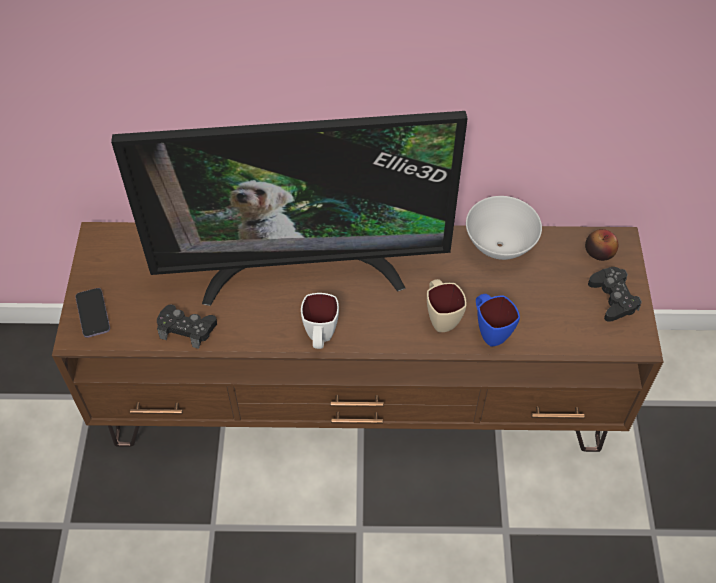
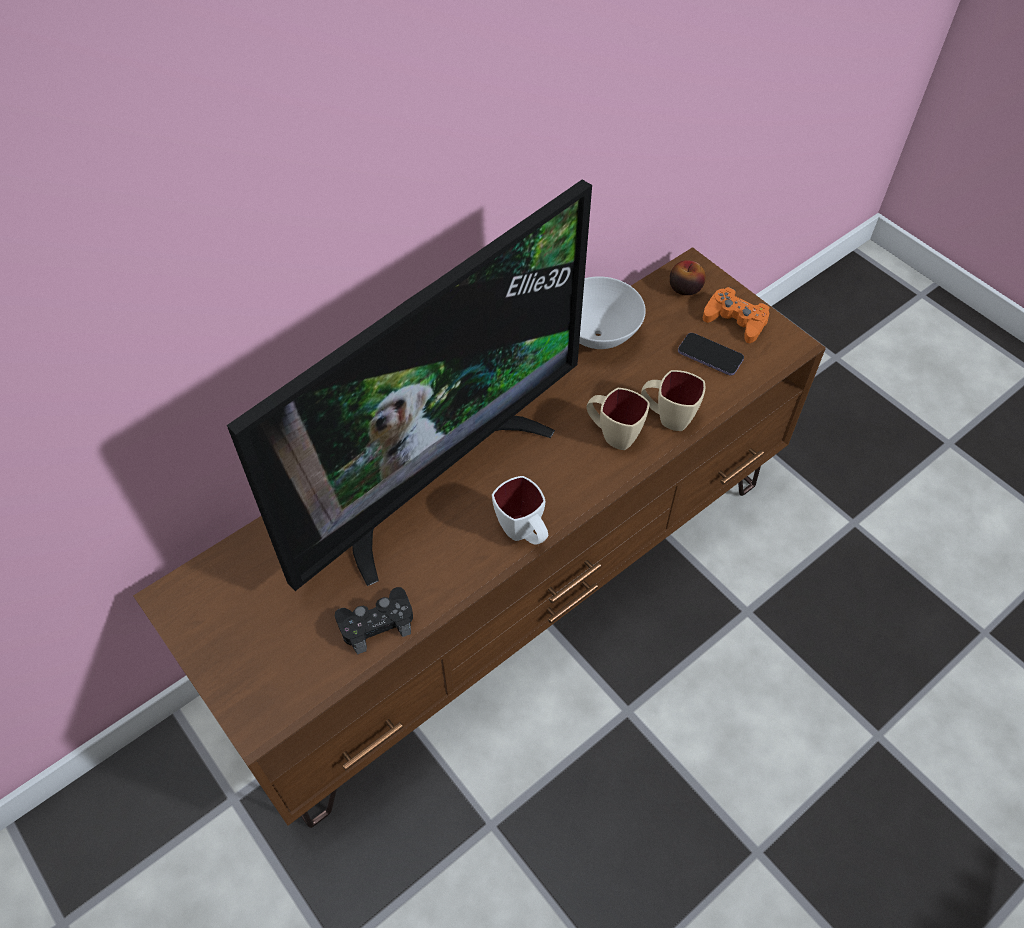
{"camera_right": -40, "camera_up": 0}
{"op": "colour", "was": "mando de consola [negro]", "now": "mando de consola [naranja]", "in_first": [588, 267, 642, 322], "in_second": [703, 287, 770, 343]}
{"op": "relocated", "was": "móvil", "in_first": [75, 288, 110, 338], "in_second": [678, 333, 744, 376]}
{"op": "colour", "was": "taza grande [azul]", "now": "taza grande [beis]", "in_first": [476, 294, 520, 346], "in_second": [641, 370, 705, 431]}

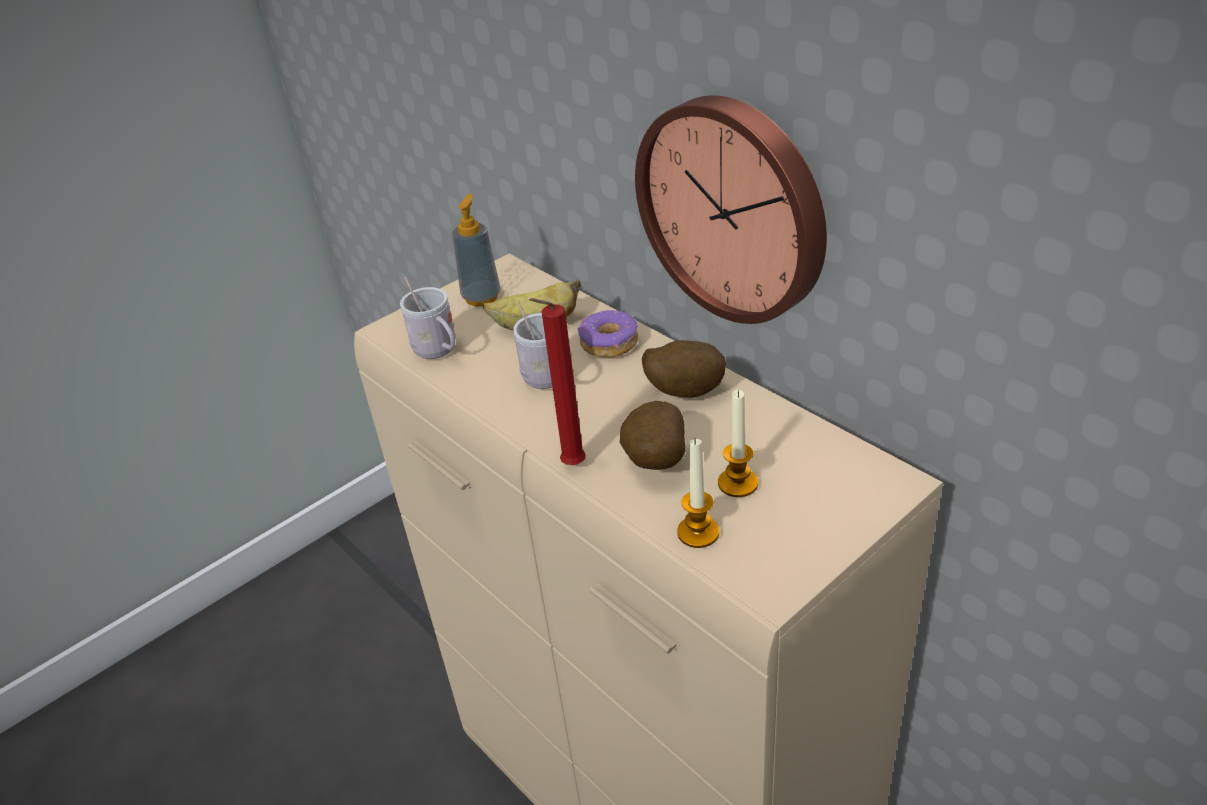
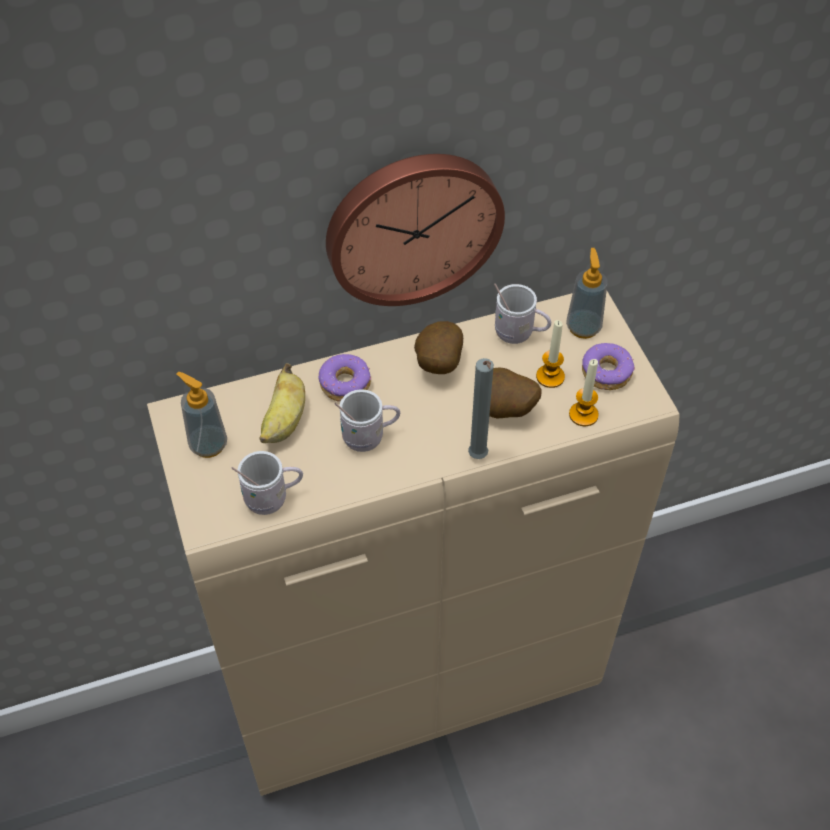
{"camera_right": -70, "camera_up": 15}
{"op": "colour", "was": "vela [rojo]", "now": "vela [gris]", "in_first": [529, 298, 586, 465], "in_second": [468, 358, 494, 459]}
{"op": "appeared", "now": "dispensador de jabón", "in_second": [566, 248, 608, 339]}
{"op": "appeared", "now": "taza grande [blanco]", "in_second": [494, 283, 551, 344]}
{"op": "appeared", "now": "rosquilla", "in_second": [582, 343, 635, 390]}

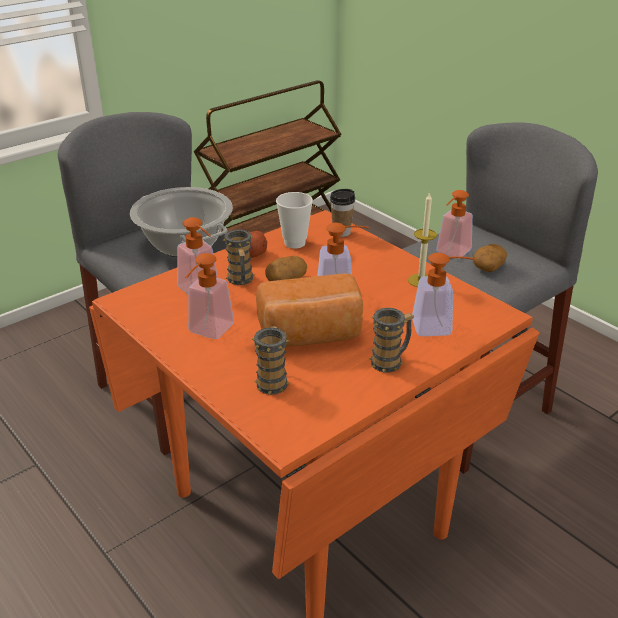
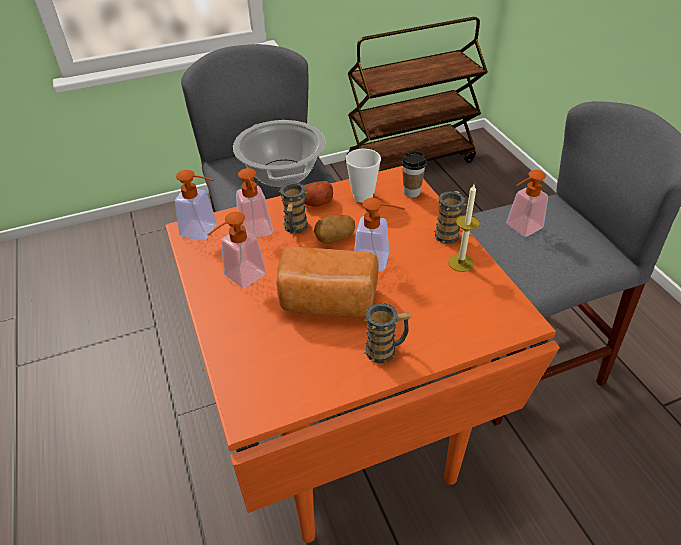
{"camera_right": 20, "camera_up": 10}
{"op": "missing", "was": "patata", "in_first": [473, 244, 507, 272]}
{"op": "relocated", "was": "dispensador de jabón", "in_first": [412, 253, 475, 336], "in_second": [175, 170, 217, 241]}
{"op": "relocated", "was": "taza grande", "in_first": [252, 326, 290, 395], "in_second": [434, 191, 466, 244]}

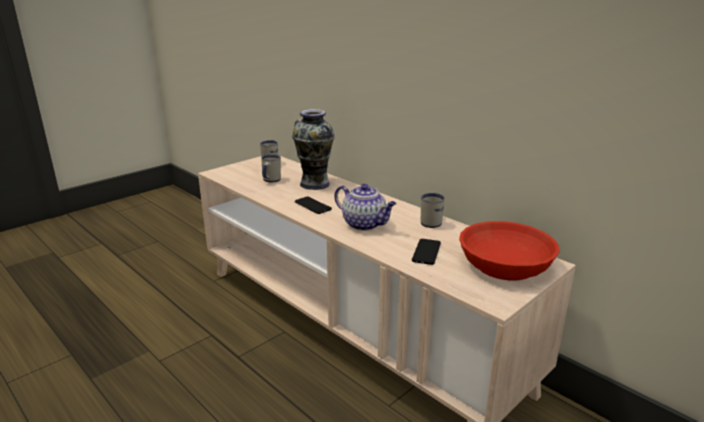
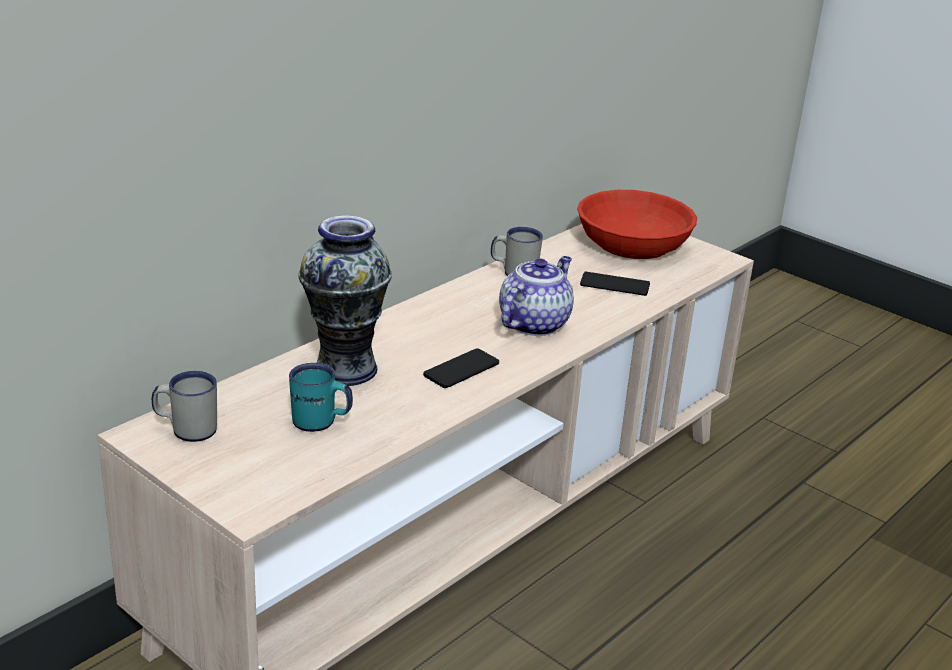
{"camera_right": -95, "camera_up": 5}
{"op": "colour", "was": "taza grande [blanco]", "now": "taza grande [turquesa]", "in_first": [261, 154, 281, 183], "in_second": [289, 363, 353, 432]}

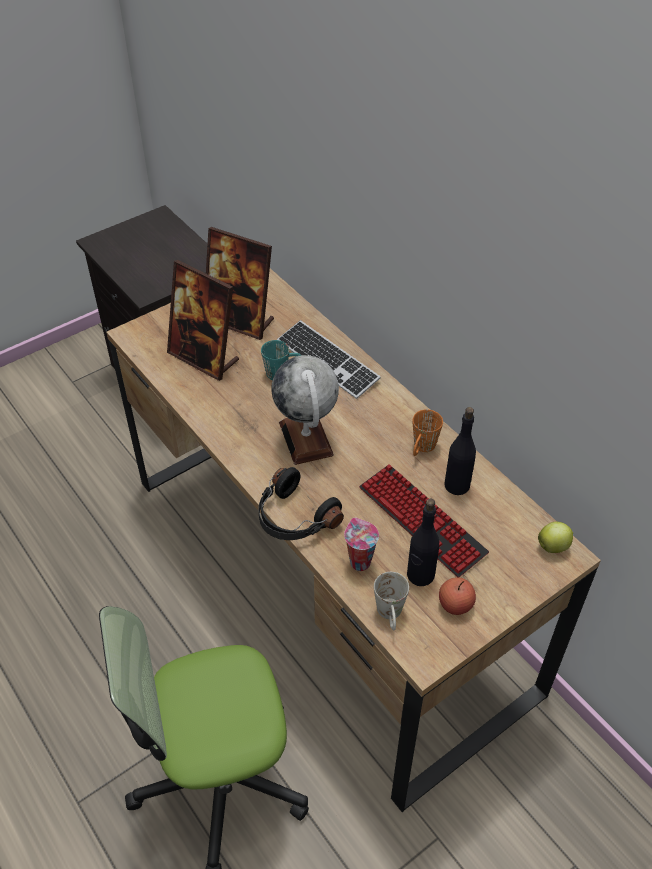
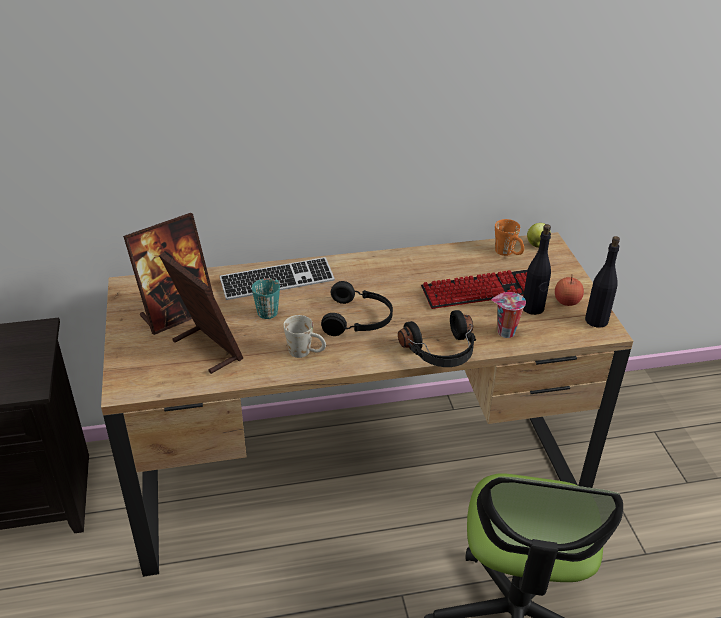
{"camera_right": -65, "camera_up": -10}
{"op": "spun", "was": "portarretratos", "in_first": [167, 260, 239, 381], "in_second": [159, 252, 243, 374], "clockwise": -105}
{"op": "exchanged", "was": "globo terráqueo", "now": "auriculares [negro]", "in_first": [271, 355, 339, 465], "in_second": [321, 281, 393, 336]}
{"op": "relocated", "was": "botella [negro]", "in_first": [444, 407, 476, 495], "in_second": [585, 236, 620, 328]}
{"op": "relocated", "was": "taza grande [naranja]", "in_first": [412, 409, 443, 456], "in_second": [495, 219, 524, 256]}
{"op": "relocated", "was": "taza grande [blanco]", "in_first": [374, 572, 409, 630], "in_second": [283, 315, 326, 358]}

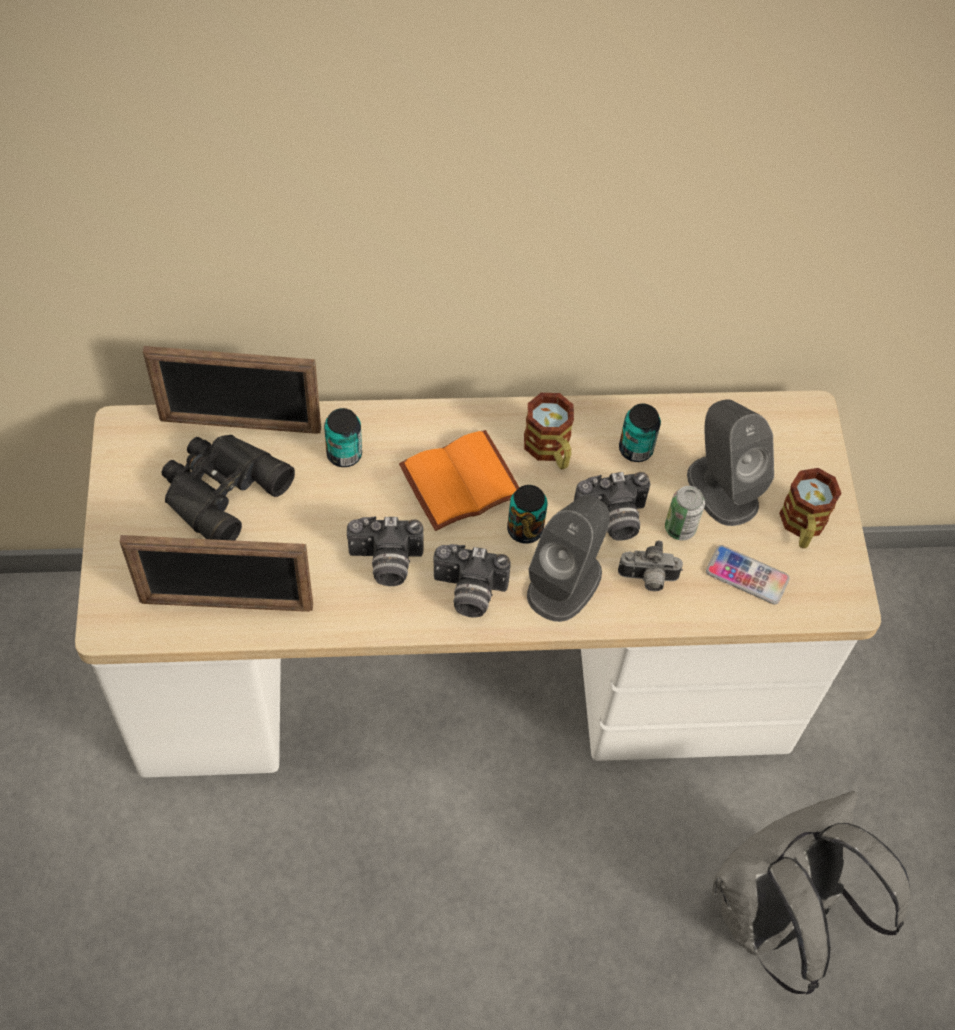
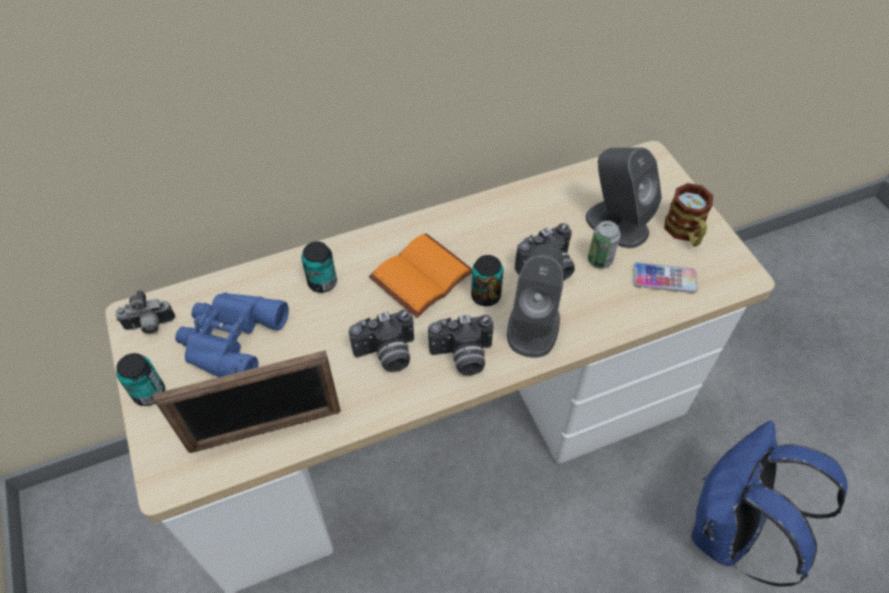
{"camera_right": -15, "camera_up": -5}
{"op": "missing", "was": "portarretratos", "in_first": [143, 346, 321, 434]}
{"op": "missing", "was": "taza grande", "in_first": [524, 393, 574, 469]}
{"op": "relocated", "was": "lata", "in_first": [619, 404, 661, 462], "in_second": [116, 353, 165, 406]}
{"op": "colour", "was": "prismáticos [negro]", "now": "prismáticos [azul]", "in_first": [162, 435, 295, 541], "in_second": [175, 292, 289, 377]}
{"op": "relocated", "was": "cámara", "in_first": [618, 541, 683, 591], "in_second": [115, 290, 175, 334]}
{"op": "colour", "was": "mochila [gris]", "now": "mochila [azul]", "in_first": [713, 791, 910, 995], "in_second": [691, 420, 847, 587]}

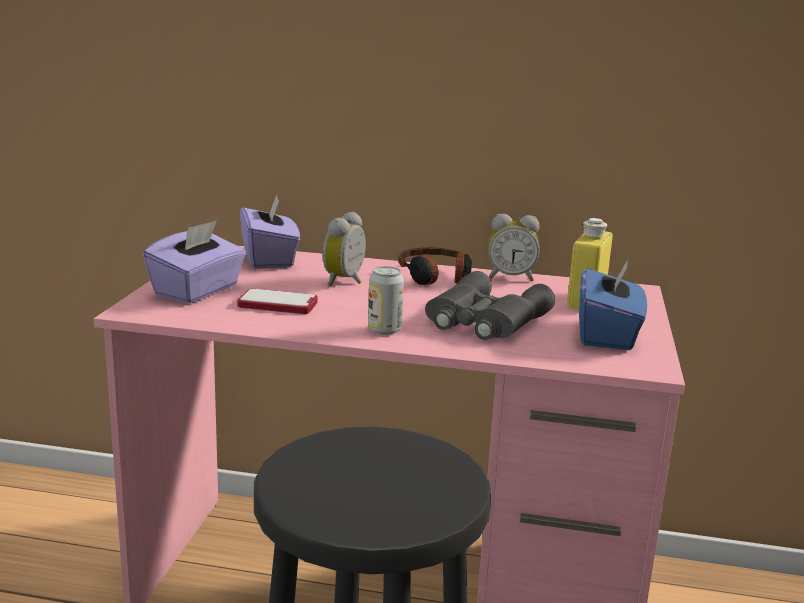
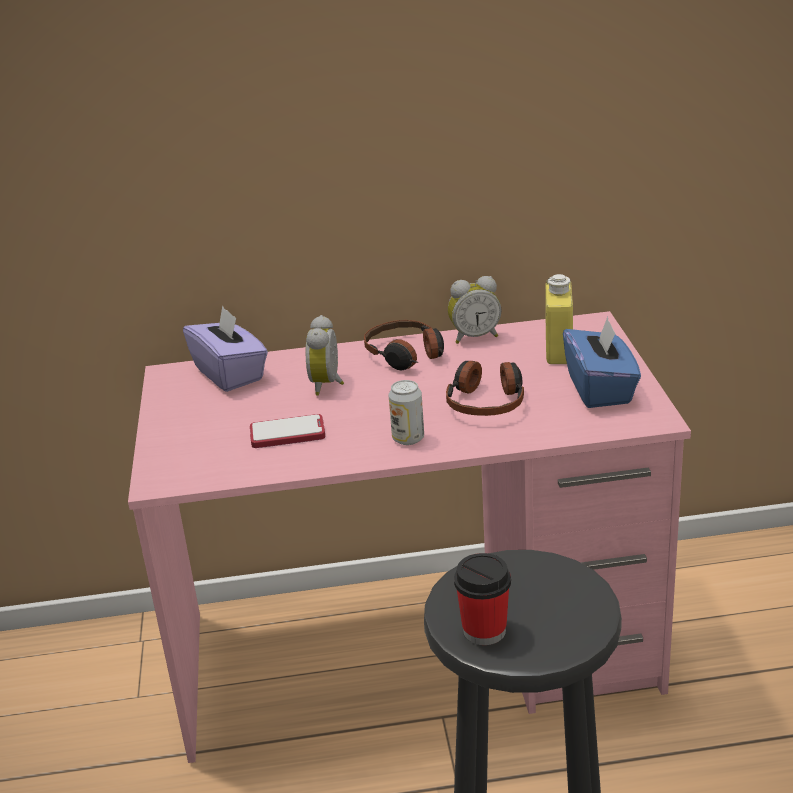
{"camera_right": -15, "camera_up": 10}
{"op": "missing", "was": "caja de pañuelos [morado]", "in_first": [143, 220, 246, 303]}
{"op": "exchanged", "was": "prismáticos [gris]", "now": "auriculares", "in_first": [425, 271, 555, 340], "in_second": [446, 361, 524, 416]}
{"op": "appeared", "now": "taza", "in_second": [454, 553, 511, 645]}

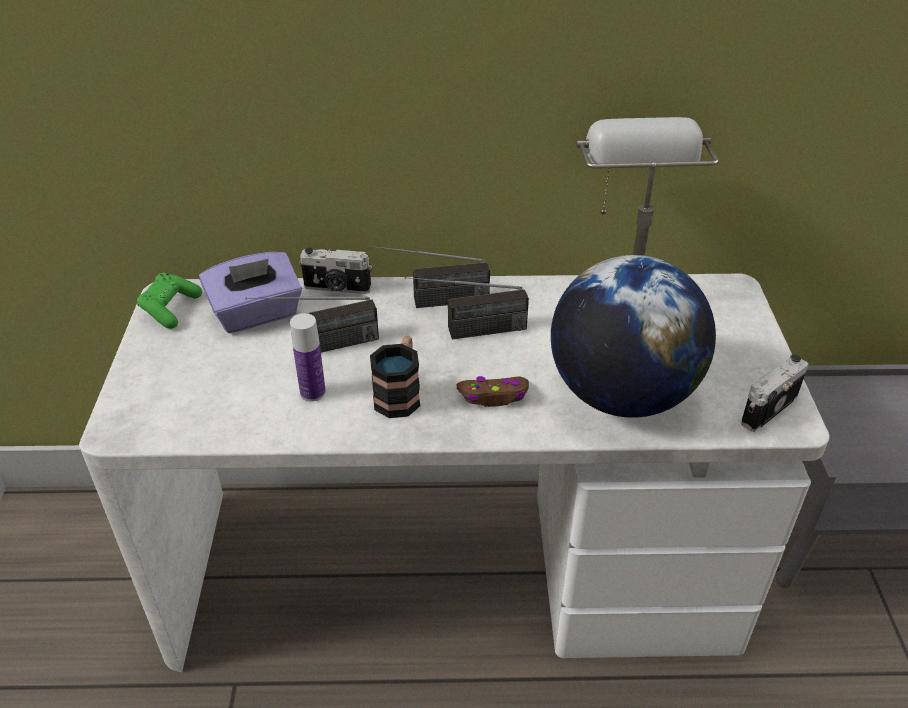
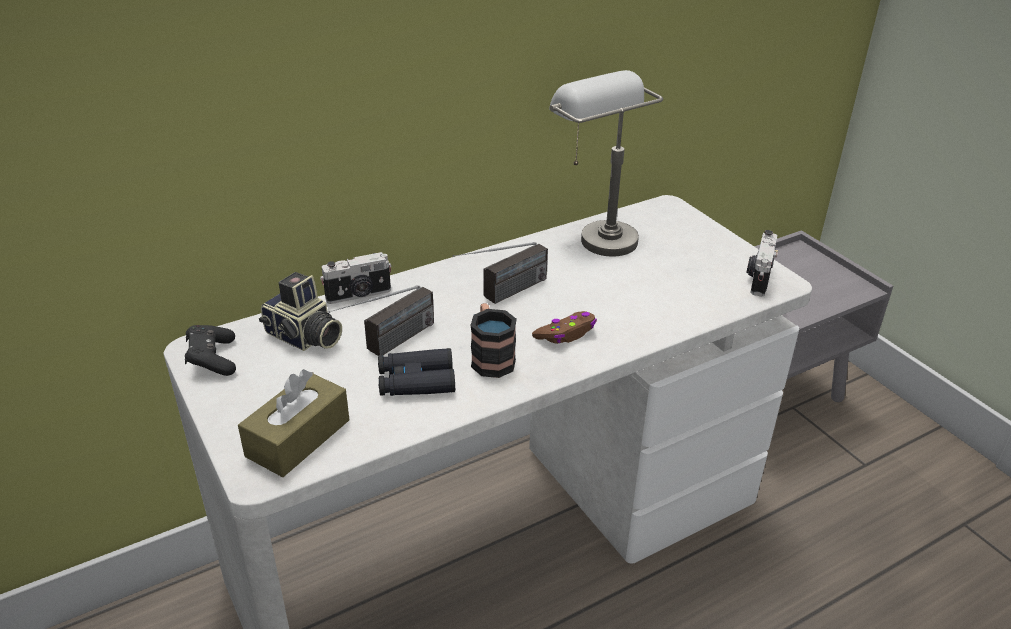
{"camera_right": -30, "camera_up": -5}
{"op": "missing", "was": "radio", "in_first": [370, 245, 490, 308]}
{"op": "exchanged", "was": "caja de pañuelos [morado]", "now": "cámara", "in_first": [199, 252, 302, 333], "in_second": [259, 272, 342, 351]}
{"op": "missing", "was": "globo terráqueo", "in_first": [551, 255, 716, 418]}
{"op": "colour", "was": "mando de consola [verde]", "now": "mando de consola [negro]", "in_first": [137, 273, 202, 329], "in_second": [185, 325, 236, 376]}
{"op": "exchanged", "was": "botella", "now": "prismáticos [negro]", "in_first": [290, 313, 326, 402], "in_second": [378, 348, 455, 396]}
{"op": "appeared", "now": "caja de pañuelos [marrón]", "in_second": [238, 369, 349, 477]}

